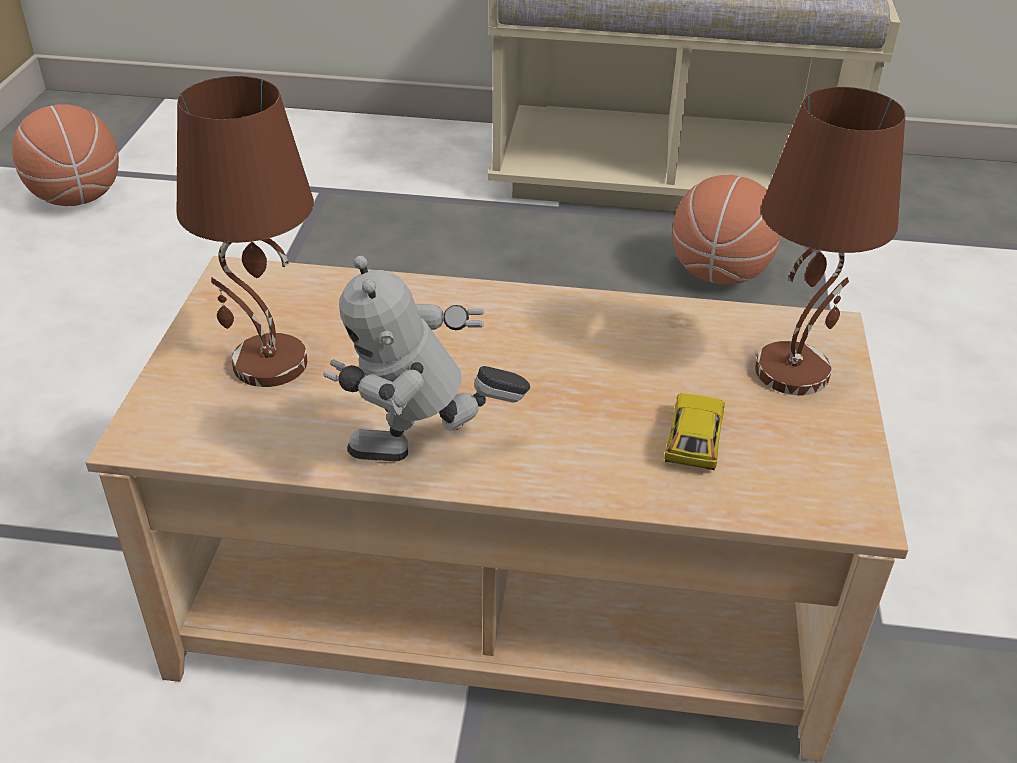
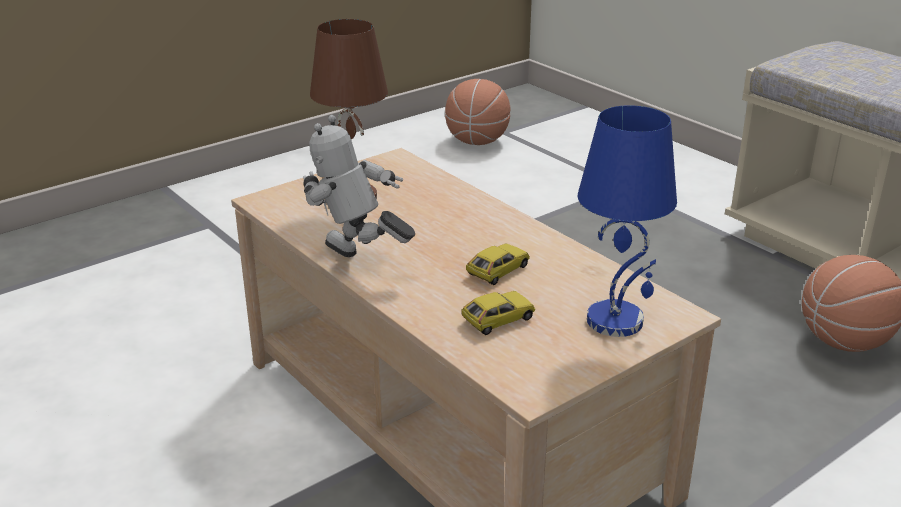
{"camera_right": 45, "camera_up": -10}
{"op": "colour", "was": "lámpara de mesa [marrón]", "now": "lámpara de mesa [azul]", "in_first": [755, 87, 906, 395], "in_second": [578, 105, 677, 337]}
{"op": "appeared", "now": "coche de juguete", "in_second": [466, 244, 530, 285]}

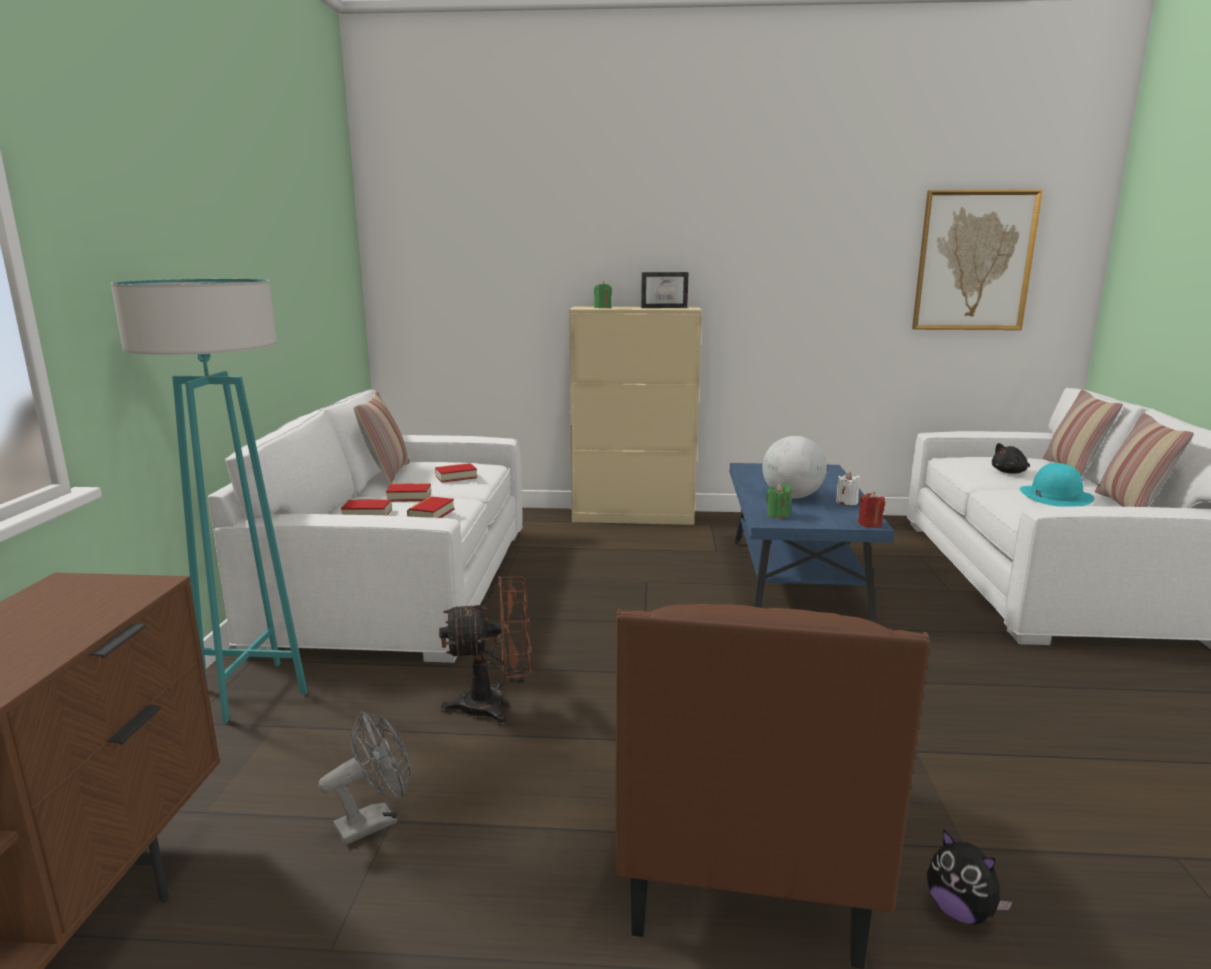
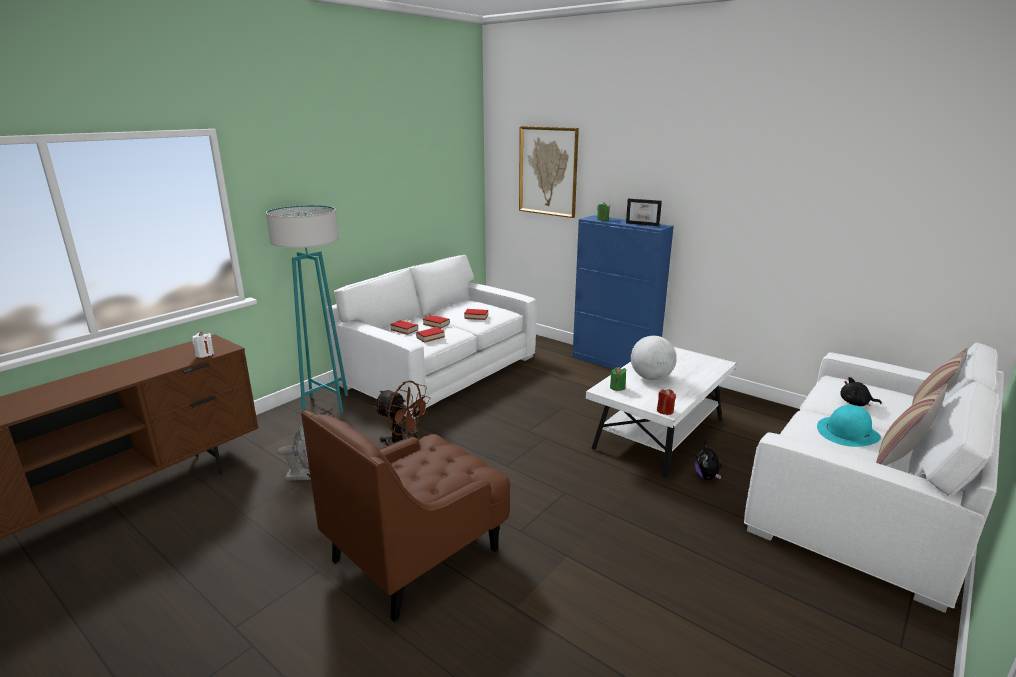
{"camera_right": 35, "camera_up": 5}
{"op": "relocated", "was": "cuadro", "in_first": [912, 190, 1043, 330], "in_second": [519, 126, 579, 218]}
{"op": "colour", "was": "armario [beis]", "now": "armario [azul]", "in_first": [569, 307, 702, 525], "in_second": [573, 215, 674, 369]}
{"op": "missing", "was": "cojín", "in_first": [354, 391, 410, 486]}
{"op": "colour", "was": "mesa de centro [azul]", "now": "mesa de centro [blanco]", "in_first": [729, 463, 895, 622], "in_second": [586, 347, 736, 479]}
{"op": "relocated", "was": "vela [blanco]", "in_first": [836, 472, 861, 505], "in_second": [192, 332, 214, 358]}
{"op": "relocated", "was": "peluche", "in_first": [927, 830, 1012, 924], "in_second": [695, 444, 722, 480]}

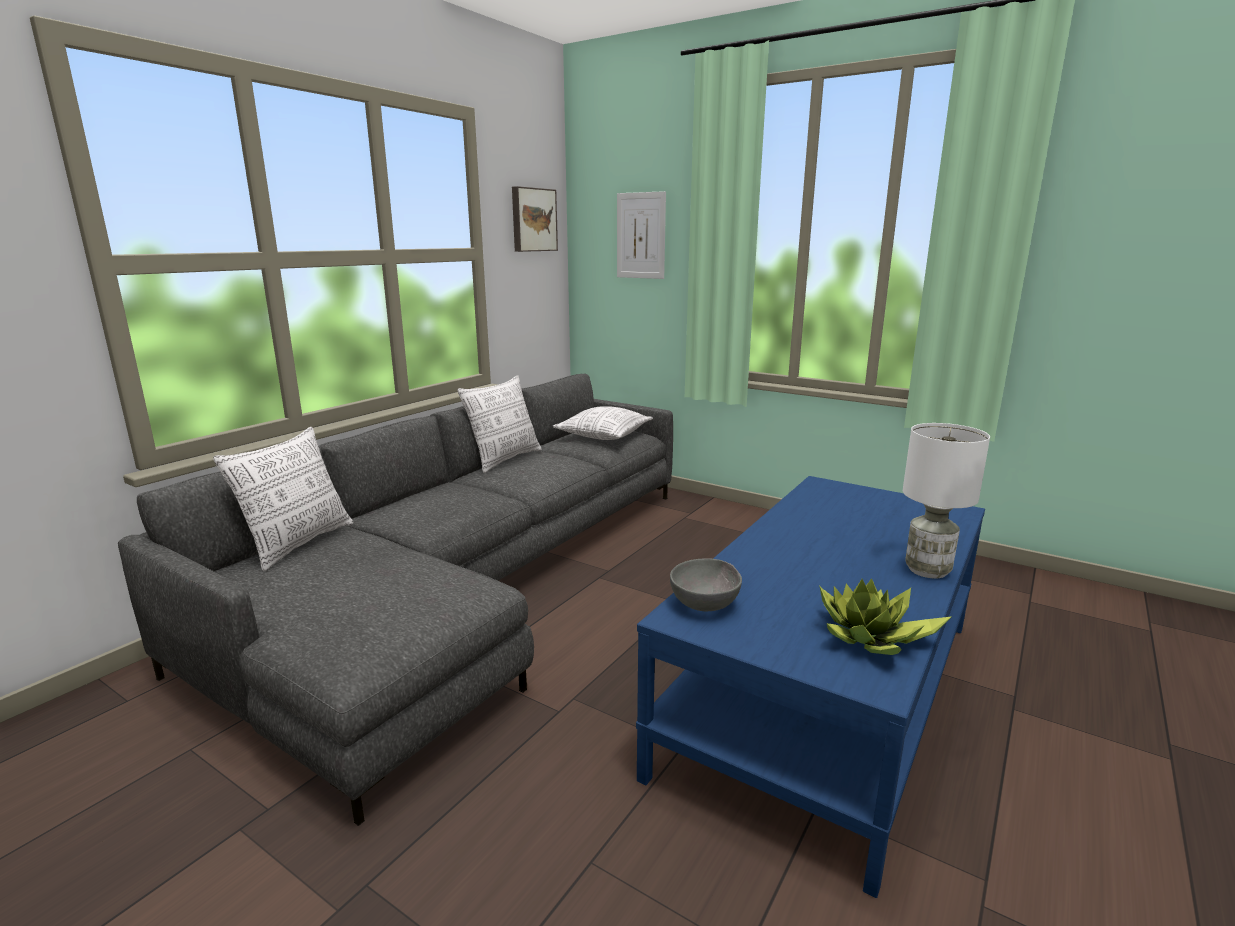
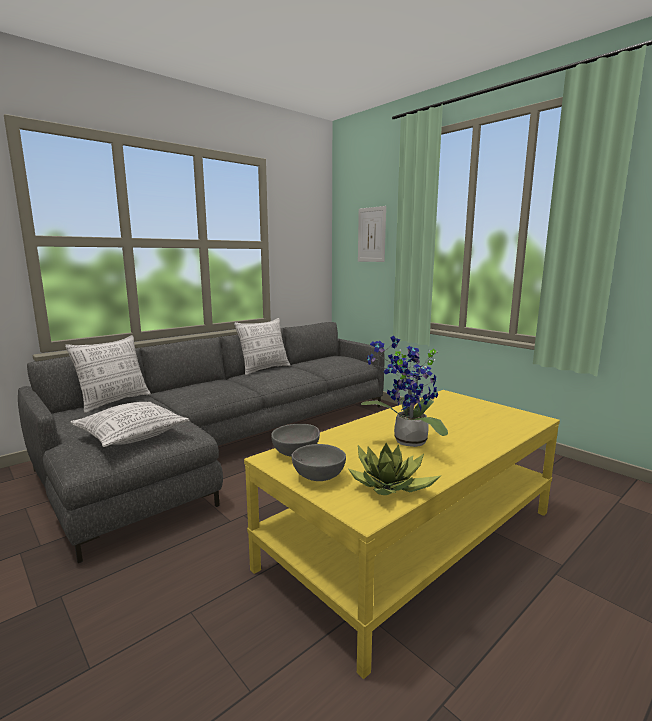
{"camera_right": 15, "camera_up": -5}
{"op": "missing", "was": "cuadro", "in_first": [512, 186, 558, 252]}
{"op": "relocated", "was": "cojín", "in_first": [553, 406, 653, 440], "in_second": [70, 402, 190, 447]}
{"op": "missing", "was": "lámpara de mesa [blanco]", "in_first": [903, 423, 990, 578]}
{"op": "colour", "was": "mesa de centro [azul]", "now": "mesa de centro [amarillo]", "in_first": [636, 476, 985, 898], "in_second": [244, 390, 560, 679]}
{"op": "appeared", "now": "planta en maceta", "in_second": [361, 336, 448, 447]}
{"op": "appeared", "now": "cuenco [gris]", "in_second": [291, 444, 346, 481]}

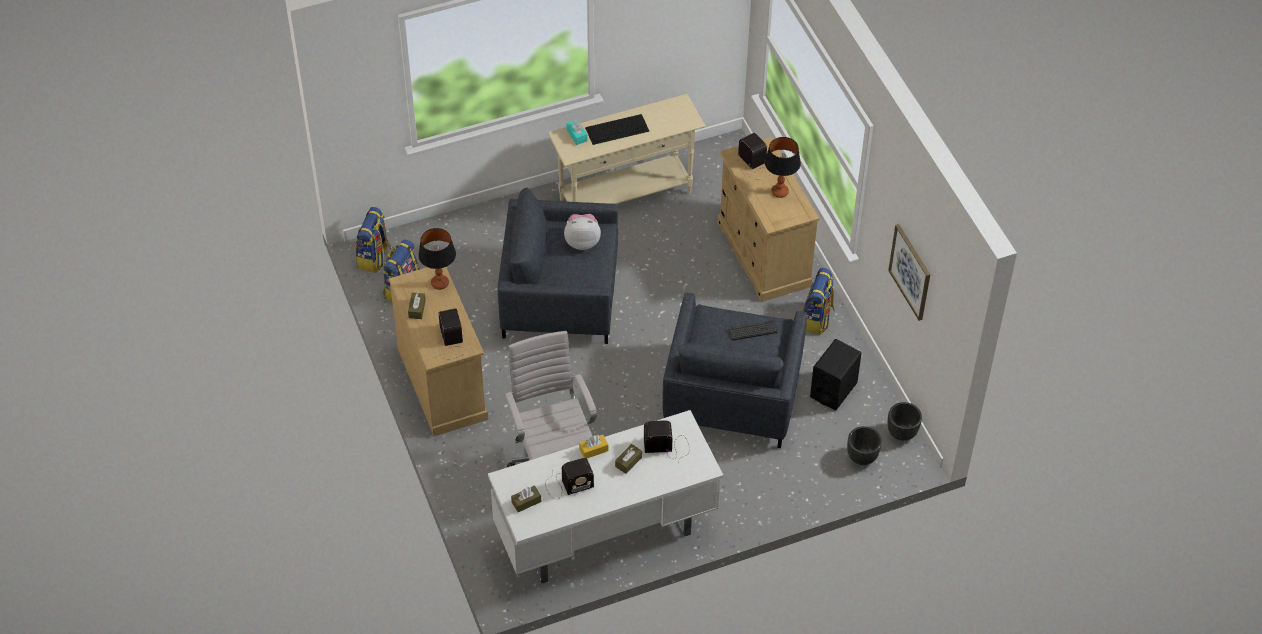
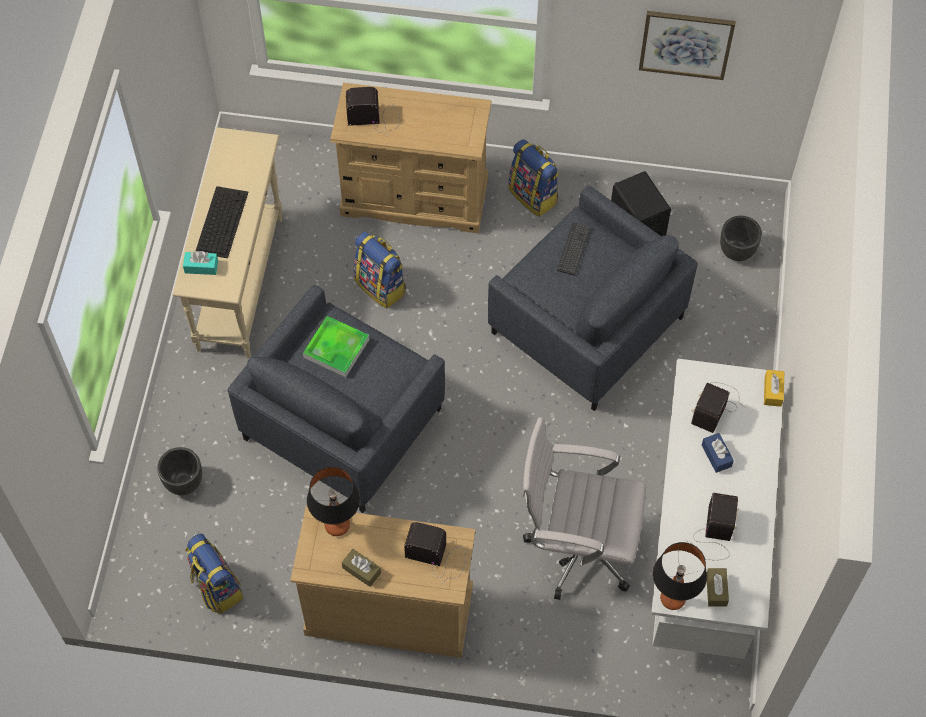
{"camera_right": -60, "camera_up": 10}
{"op": "relocated", "was": "lámpara de mesa", "in_first": [764, 137, 801, 198], "in_second": [653, 542, 707, 610]}
{"op": "relocated", "was": "mochila", "in_first": [356, 207, 391, 273], "in_second": [354, 232, 406, 309]}
{"op": "exchanged", "was": "peluche", "now": "bandeja", "in_first": [564, 214, 601, 250], "in_second": [303, 316, 370, 377]}
{"op": "relocated", "was": "maceta [negro]", "in_first": [888, 402, 922, 441], "in_second": [157, 447, 202, 495]}
{"op": "relocated", "was": "caja de pañuelos [amarillo]", "in_first": [579, 435, 608, 459], "in_second": [764, 370, 784, 407]}
{"op": "colour", "was": "caja de pañuelos [marrón]", "now": "caja de pañuelos [azul]", "in_first": [615, 444, 642, 474], "in_second": [702, 433, 734, 473]}

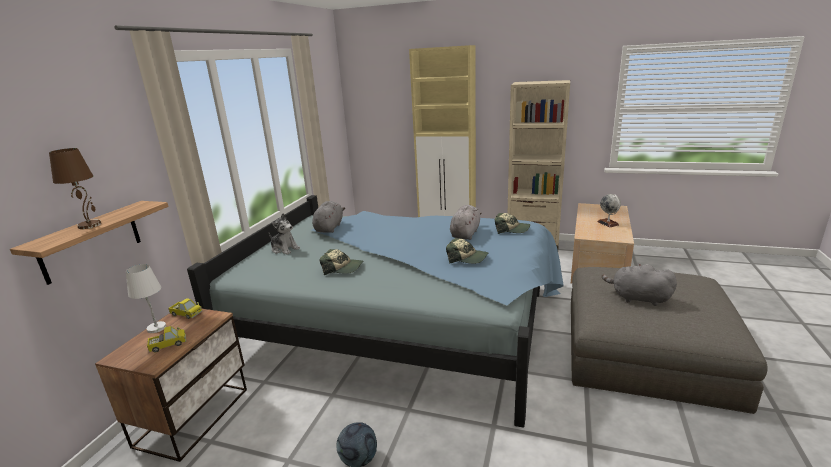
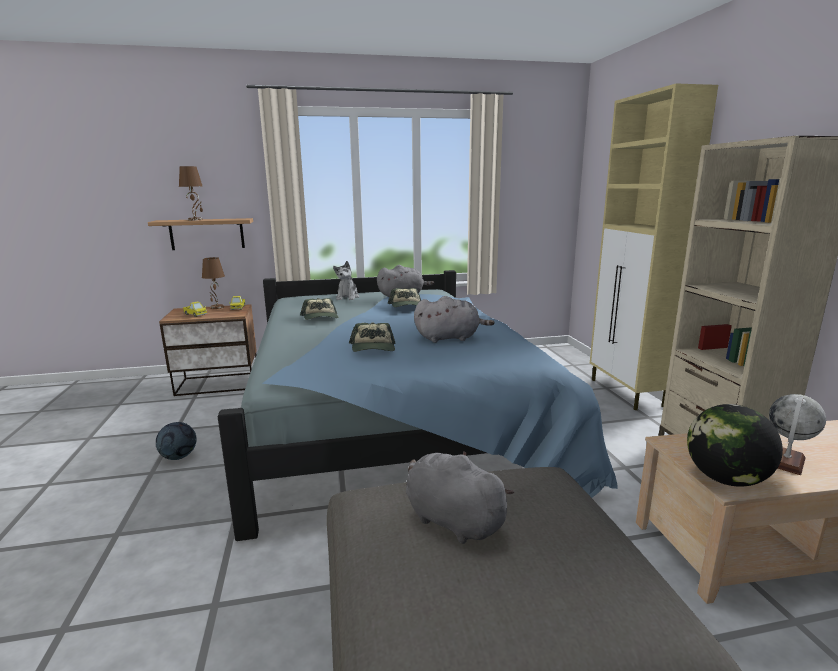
{"camera_right": 60, "camera_up": -5}
{"op": "relocated", "was": "gorra", "in_first": [495, 213, 530, 234], "in_second": [388, 288, 421, 307]}
{"op": "spun", "was": "peluche [gris]", "in_first": [602, 263, 677, 306], "in_second": [406, 451, 515, 544], "clockwise": -45}
{"op": "colour", "was": "lámpara de mesa [blanco]", "now": "lámpara de mesa [marrón]", "in_first": [126, 264, 166, 333], "in_second": [202, 257, 225, 309]}
{"op": "appeared", "now": "globo terráqueo", "in_second": [687, 404, 783, 487]}

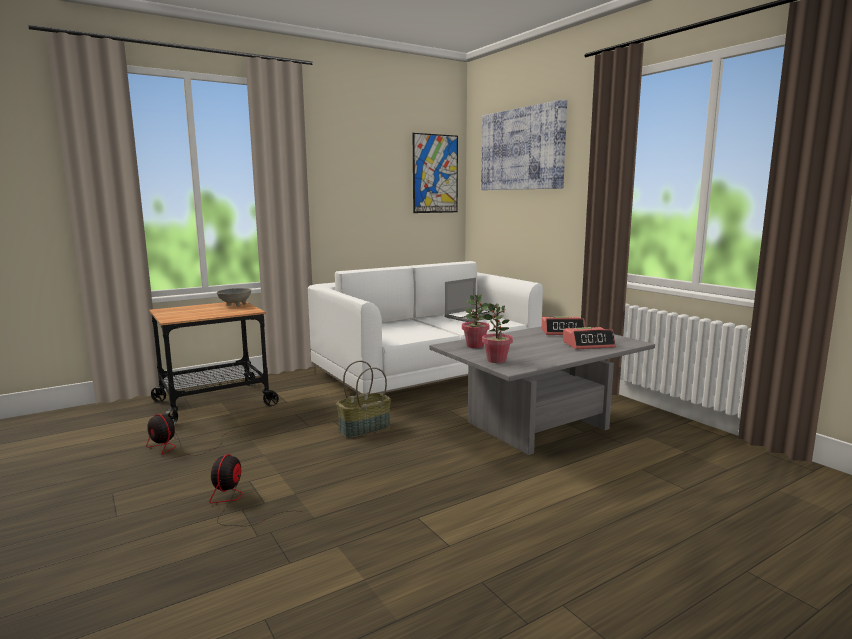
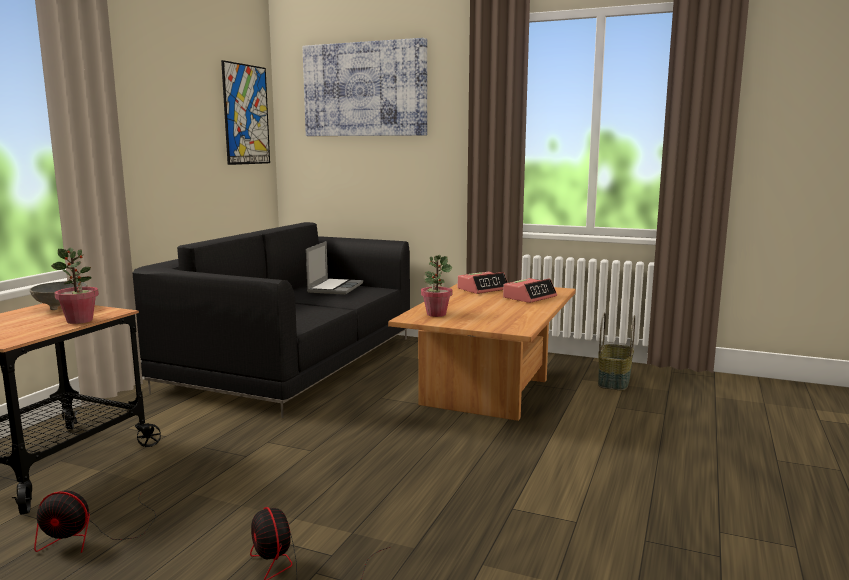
{"camera_right": -35, "camera_up": 0}
{"op": "colour", "was": "sofá [blanco]", "now": "sofá [negro]", "in_first": [308, 261, 543, 394], "in_second": [133, 222, 410, 418]}
{"op": "relocated", "was": "planta en maceta", "in_first": [482, 303, 513, 363], "in_second": [51, 248, 99, 324]}
{"op": "colour", "was": "mesa de centro [gris]", "now": "mesa de centro [marrón]", "in_first": [429, 327, 655, 455], "in_second": [388, 283, 576, 421]}
{"op": "relocated", "was": "cesta", "in_first": [337, 361, 391, 438], "in_second": [598, 312, 635, 391]}

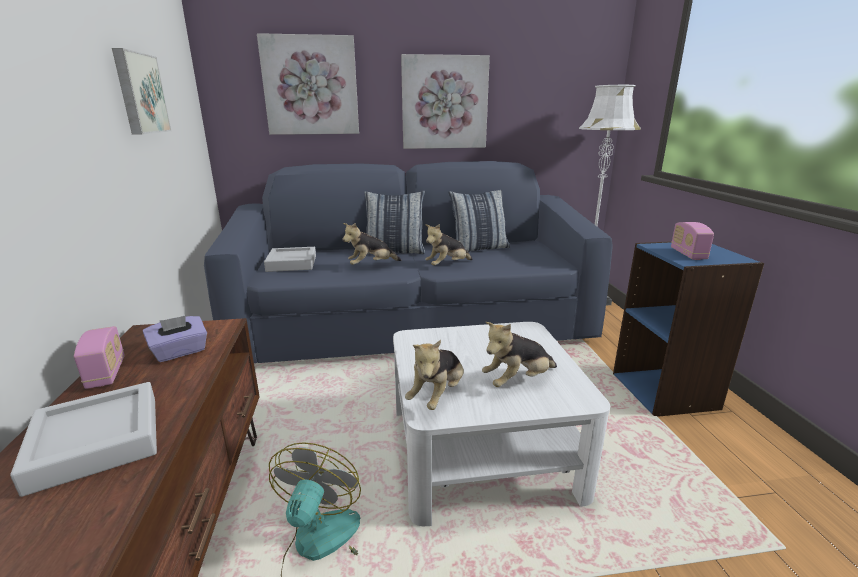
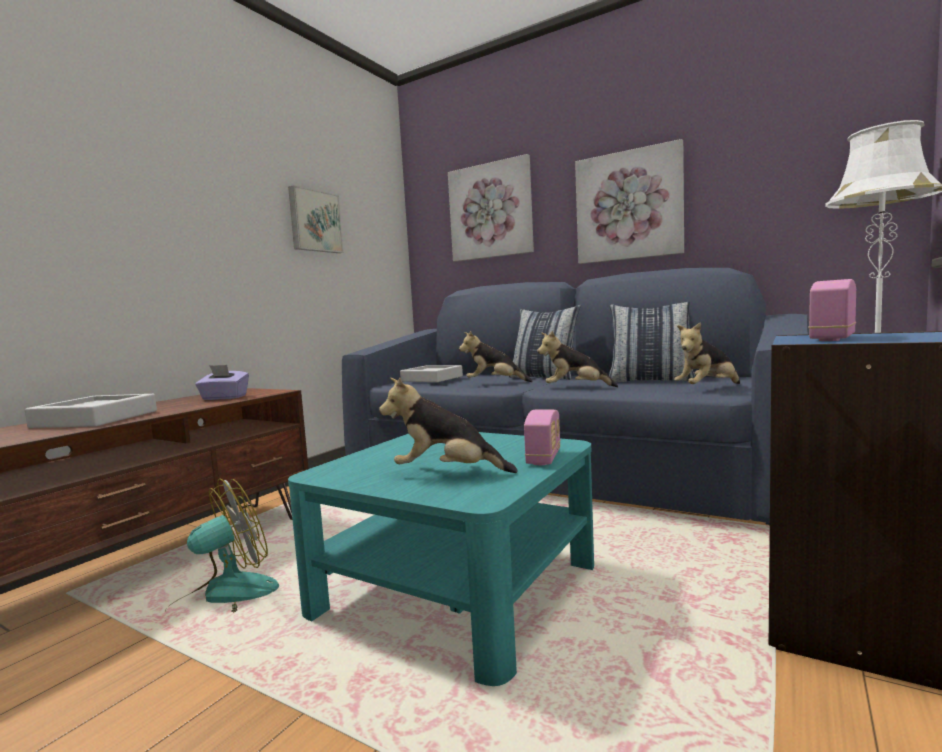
{"camera_right": 40, "camera_up": -15}
{"op": "colour", "was": "mesa de centro [blanco]", "now": "mesa de centro [turquesa]", "in_first": [393, 322, 610, 526], "in_second": [288, 432, 594, 686]}
{"op": "relocated", "was": "radio", "in_first": [74, 326, 125, 389], "in_second": [524, 410, 561, 465]}
{"op": "relocated", "was": "peluche", "in_first": [405, 340, 464, 410], "in_second": [674, 322, 740, 384]}

